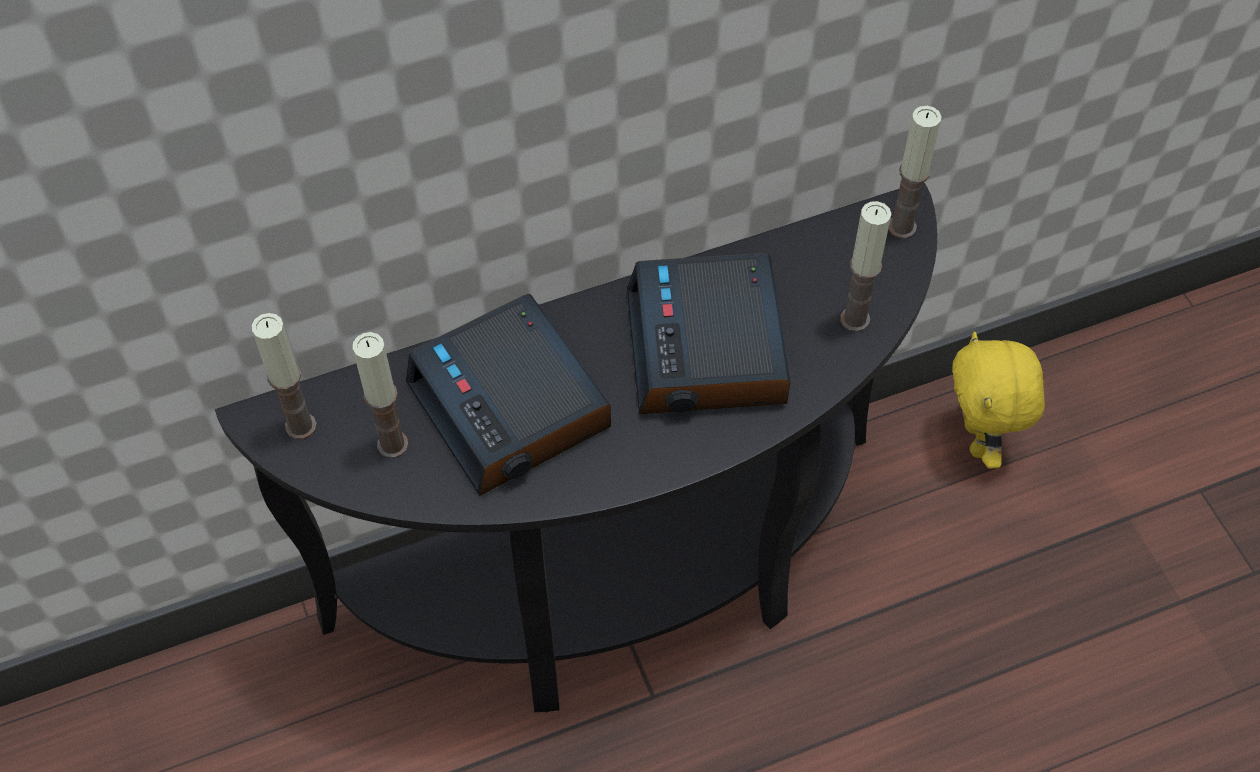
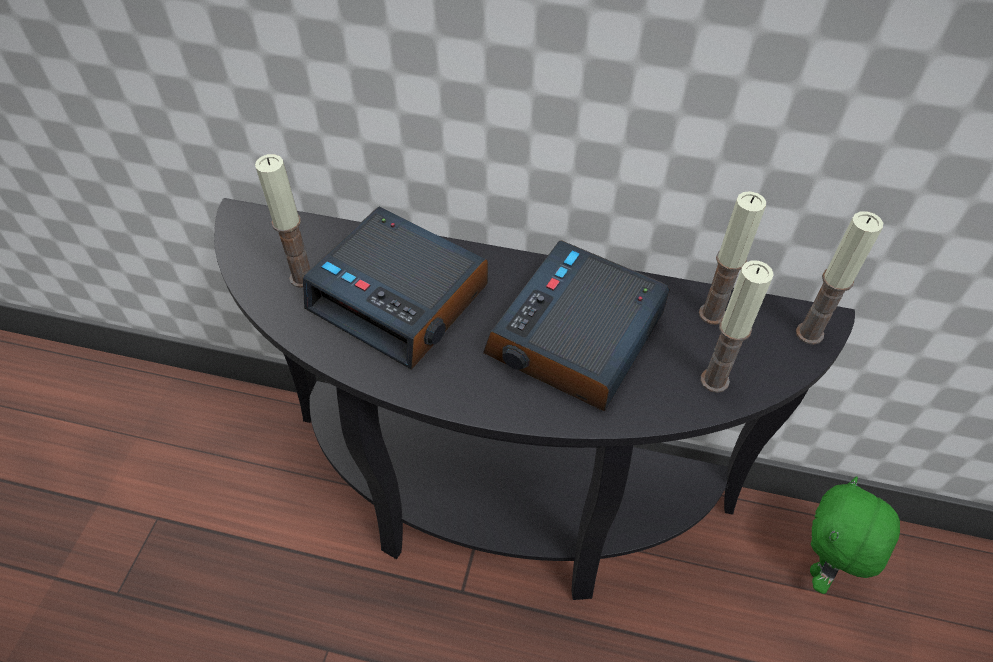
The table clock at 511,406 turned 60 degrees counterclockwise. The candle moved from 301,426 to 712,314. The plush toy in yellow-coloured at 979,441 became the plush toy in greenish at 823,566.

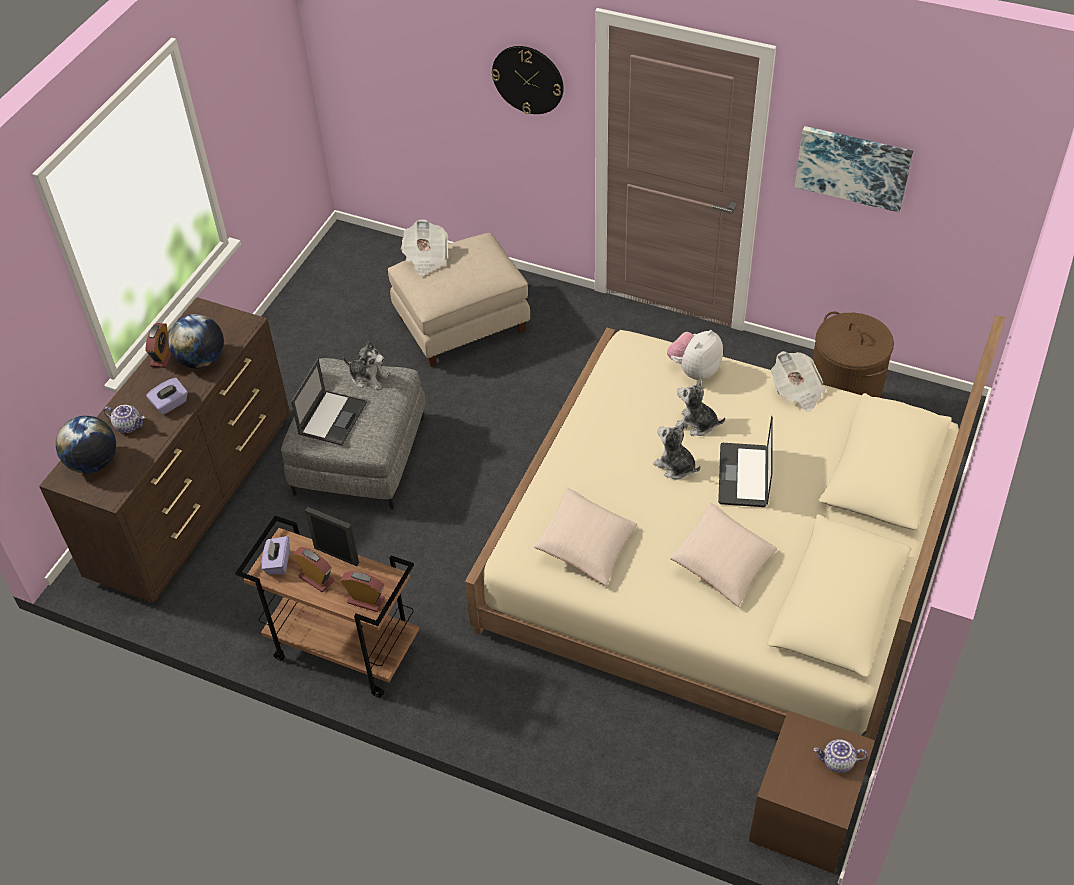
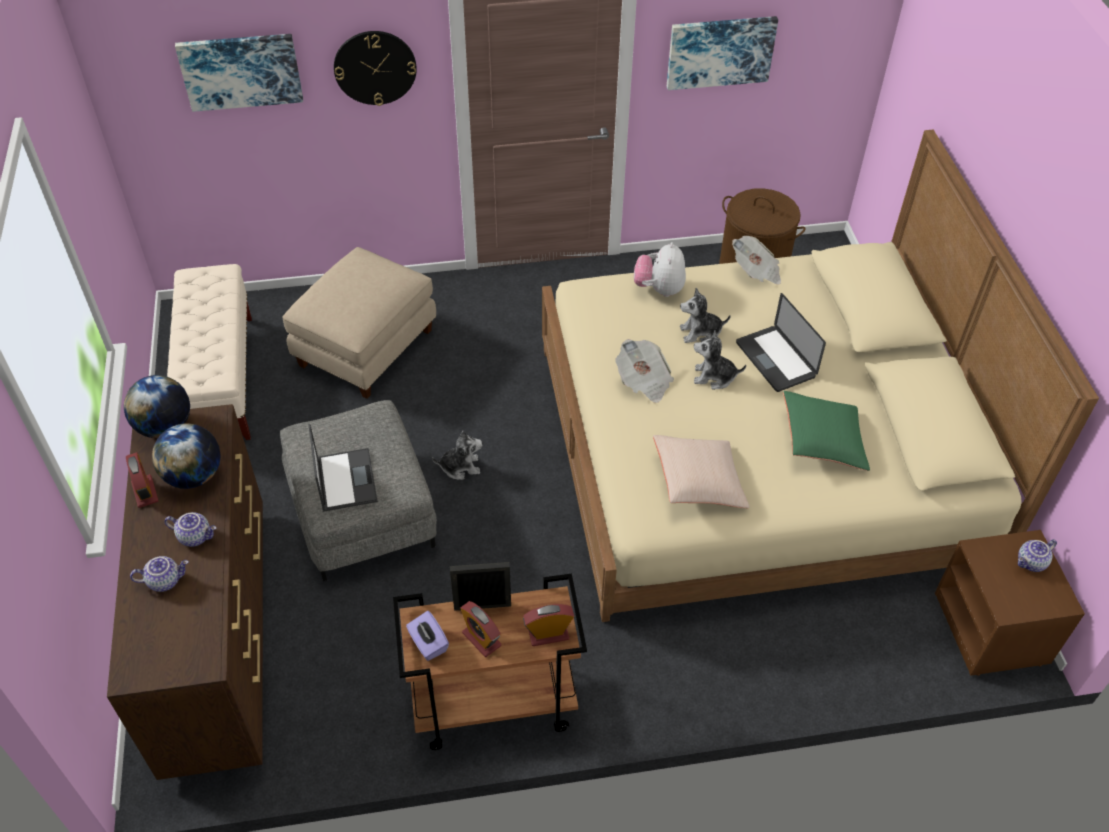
The desk globe moved from 93,463 to 165,427. The box of tissues in purplish at 170,404 was replaced by the tea pot at 195,536. The long seat in beige at 220,380 appeared. The wall art at 241,70 appeared. The plush toy moved from 368,377 to 460,467. The table clock at 316,579 turned 135 degrees counterclockwise. The daily paper moved from 426,258 to 644,381. The throw pillow in beige at 722,563 became the throw pillow in greenish at 822,441.

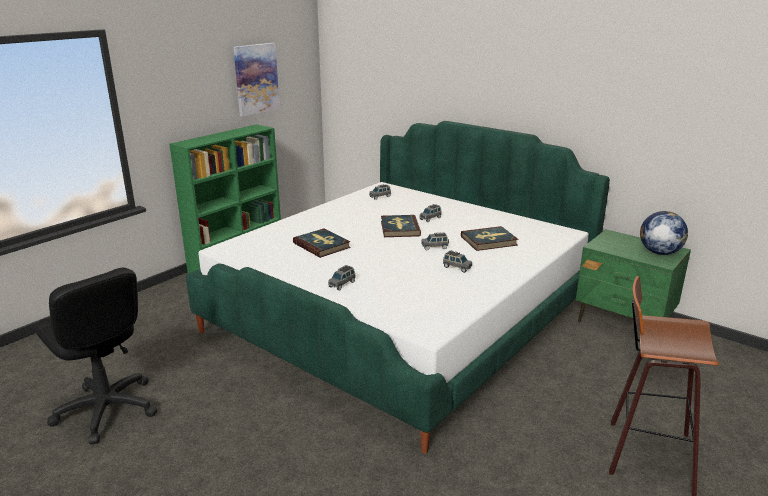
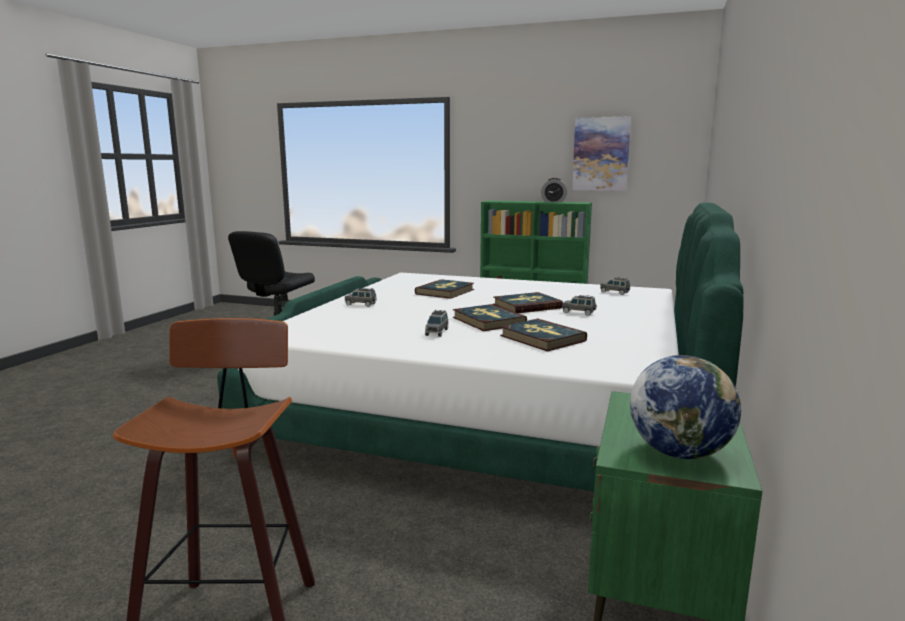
The model car in gray at 435,247 was replaced by the bound book at 488,321. The table clock at 553,202 appeared.

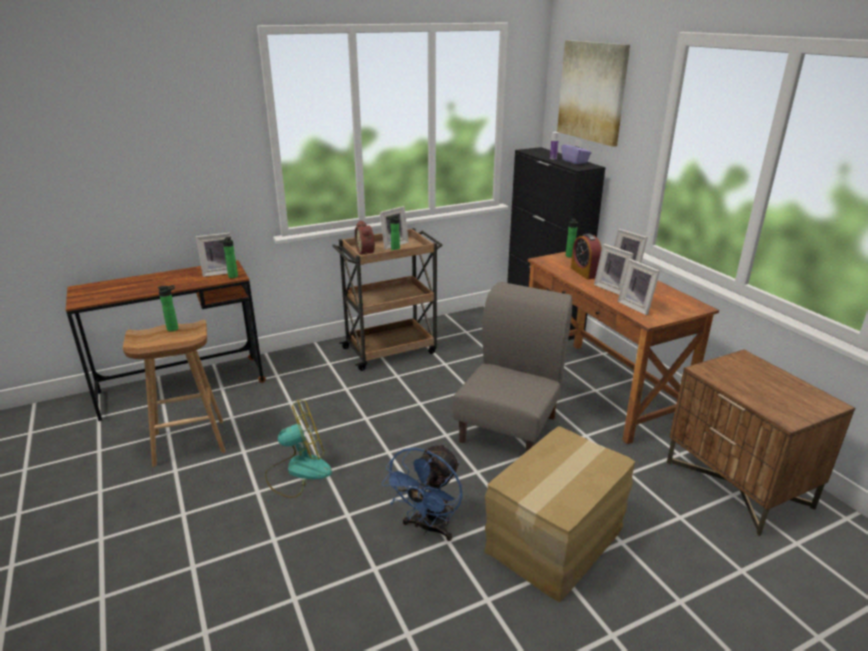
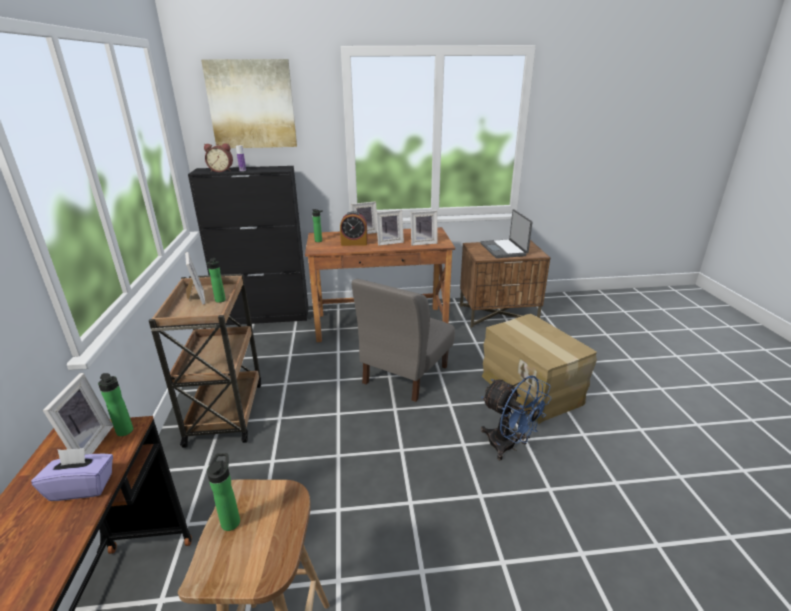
The box of tissues in purplish moved from 575,161 to 82,487. The table clock moved from 367,252 to 221,170. The upright chair in gray at 509,428 turned 105 degrees counterclockwise. The notebook computer at 504,249 appeared. The fan at 298,471 disappeared.

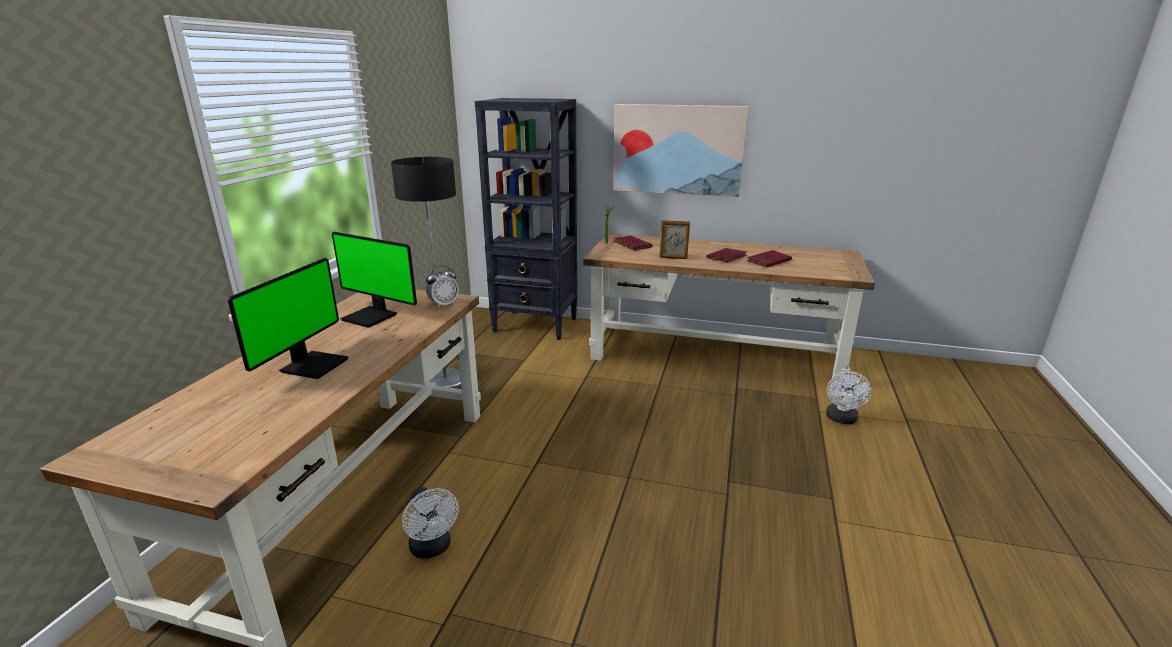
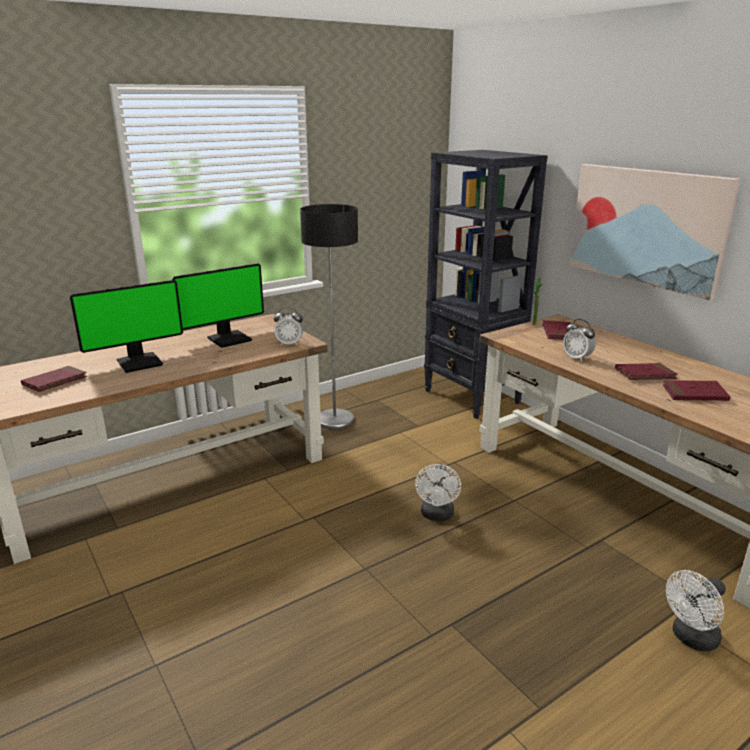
The bound book in reddish at 55,381 appeared. The computer screen at 372,317 turned 105 degrees counterclockwise. The fan in whitish moved from 432,548 to 437,515. The standing frame at 673,258 was replaced by the table clock at 577,358.

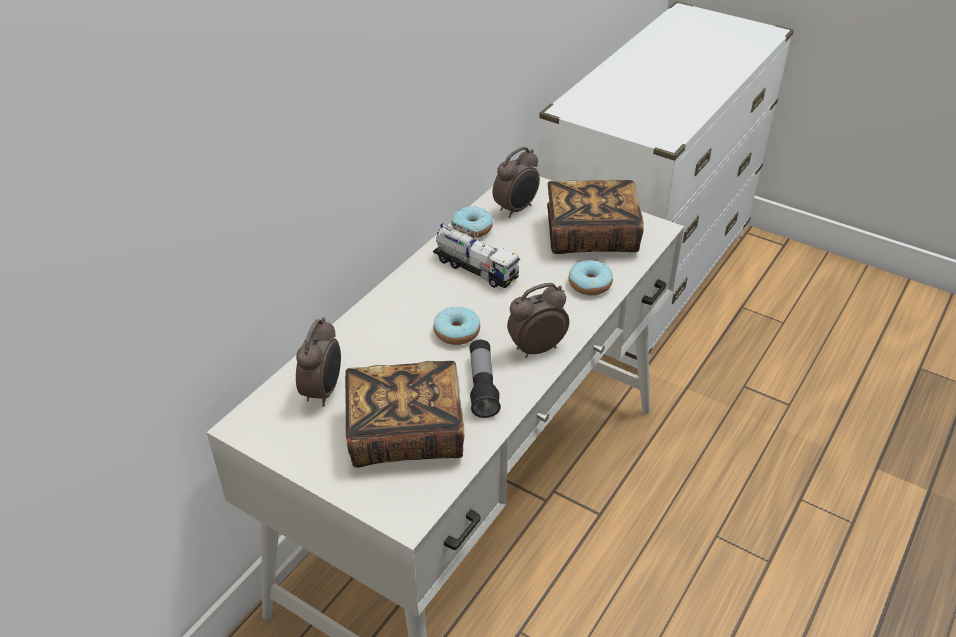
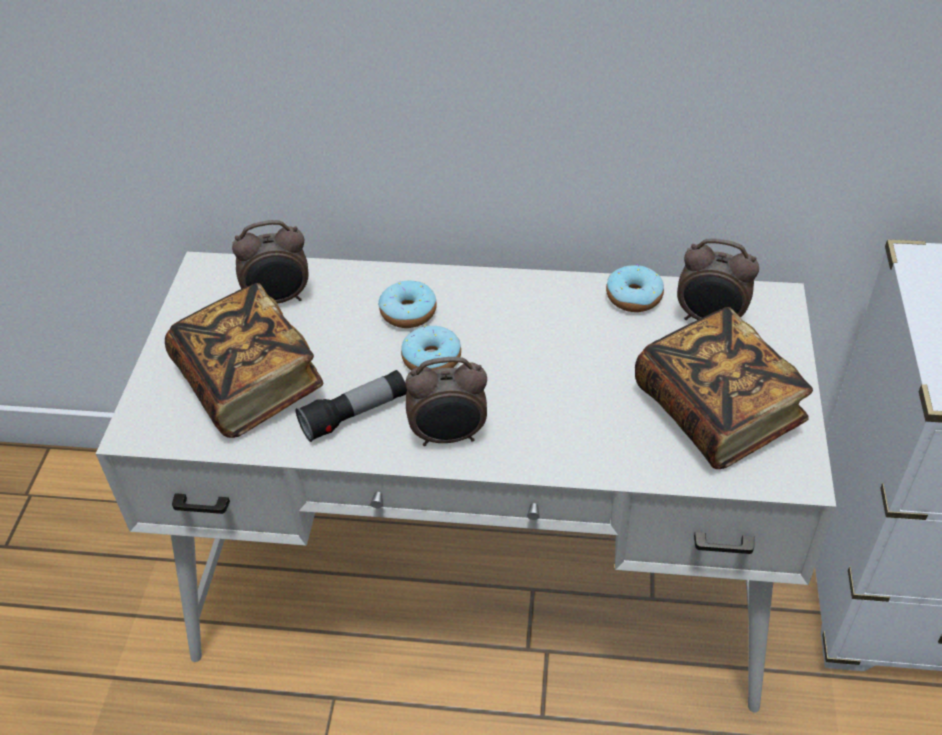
The doughnut moved from 590,284 to 408,312. The table clock at 535,348 turned 135 degrees clockwise. The toy lorry at 475,269 disappeared.

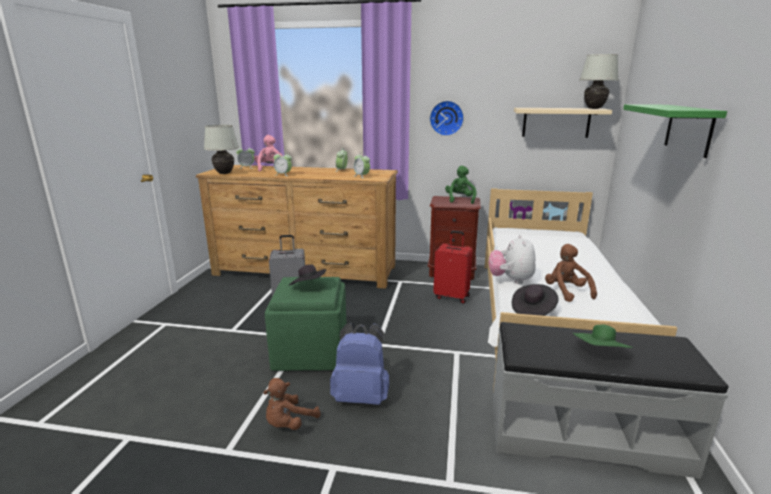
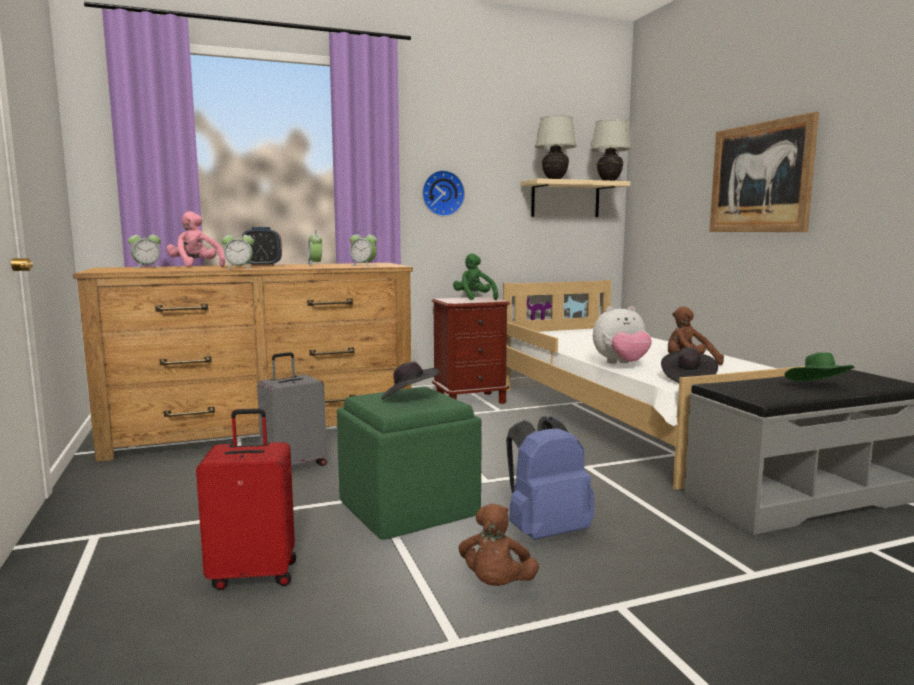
The piece of luggage in reddish moved from 452,296 to 254,574. The table clock at 262,265 appeared. The table lamp in whitish moved from 224,173 to 554,179. The plush toy at 511,280 turned 75 degrees counterclockwise. The bracket shelf in greenish at 688,129 was replaced by the wall art at 760,178.

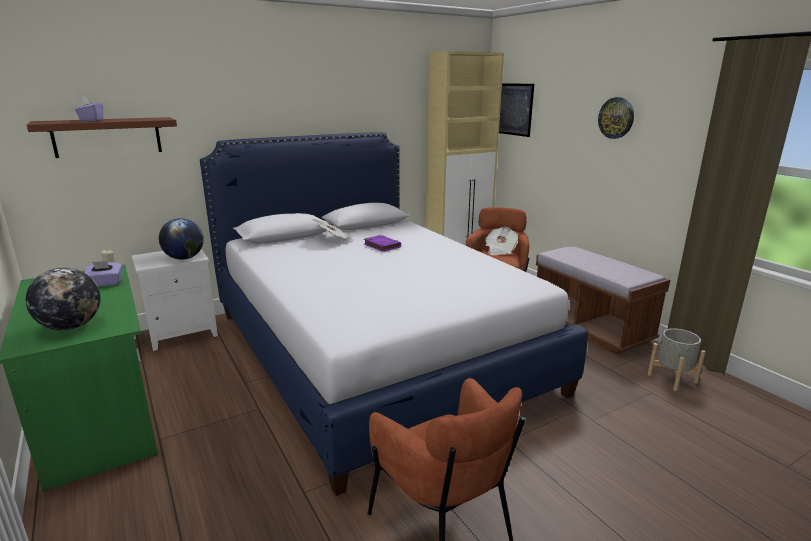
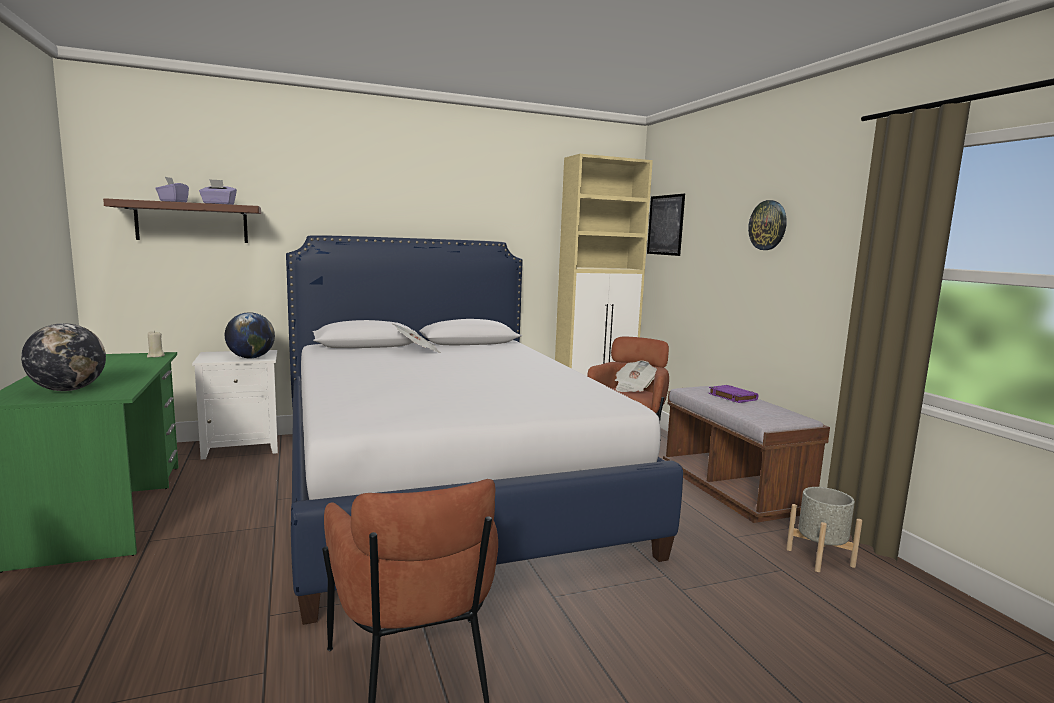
The box of tissues in purplish moved from 105,283 to 218,204. The bound book in purplish moved from 381,246 to 732,397.

